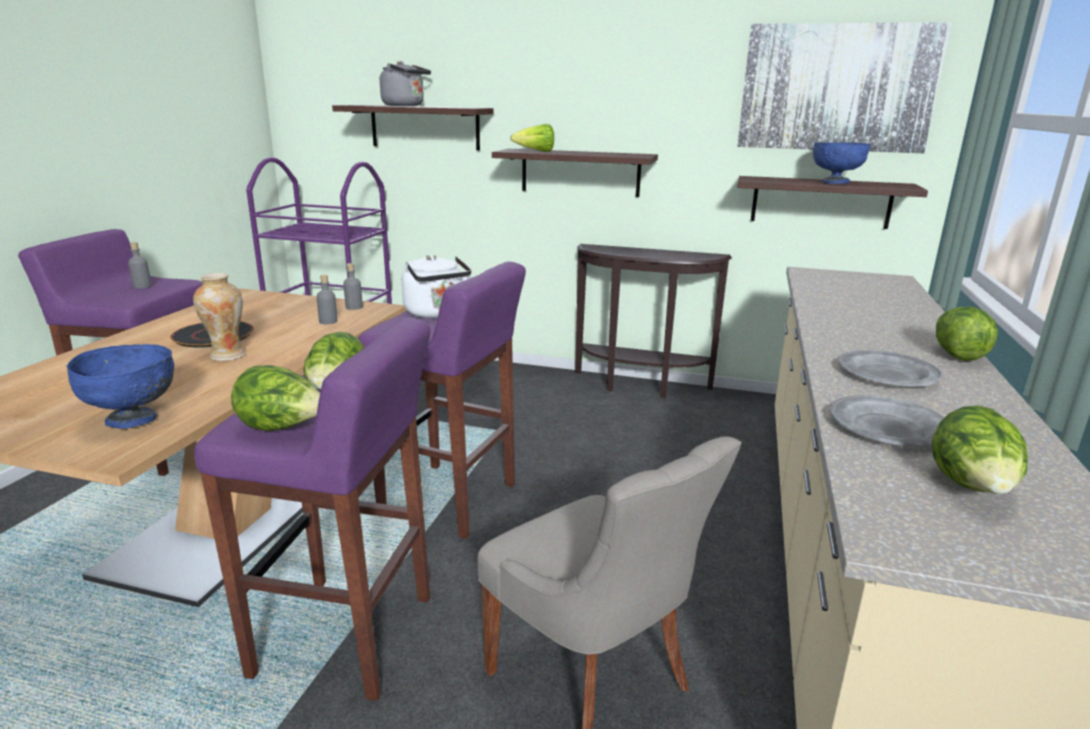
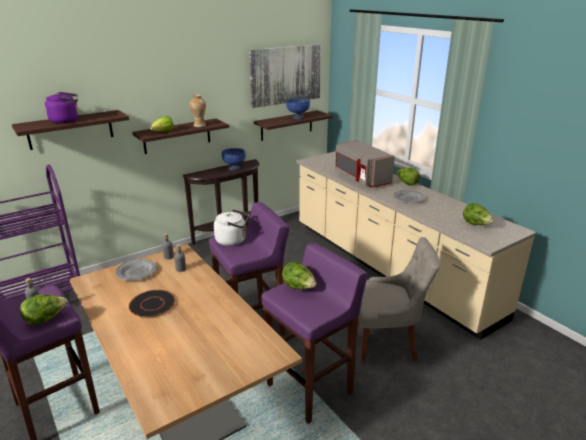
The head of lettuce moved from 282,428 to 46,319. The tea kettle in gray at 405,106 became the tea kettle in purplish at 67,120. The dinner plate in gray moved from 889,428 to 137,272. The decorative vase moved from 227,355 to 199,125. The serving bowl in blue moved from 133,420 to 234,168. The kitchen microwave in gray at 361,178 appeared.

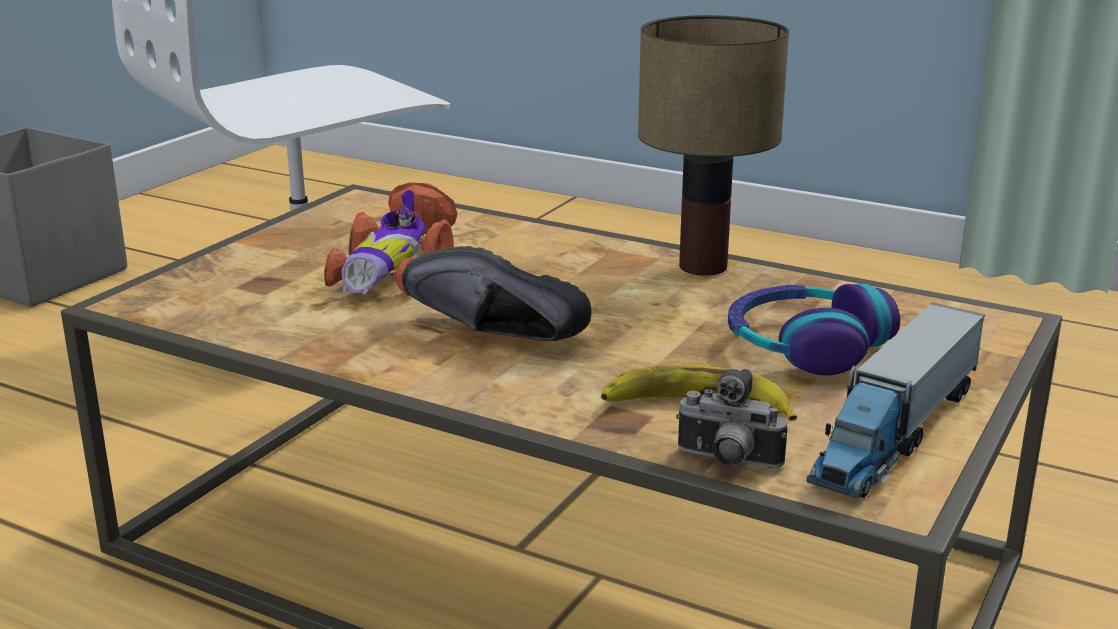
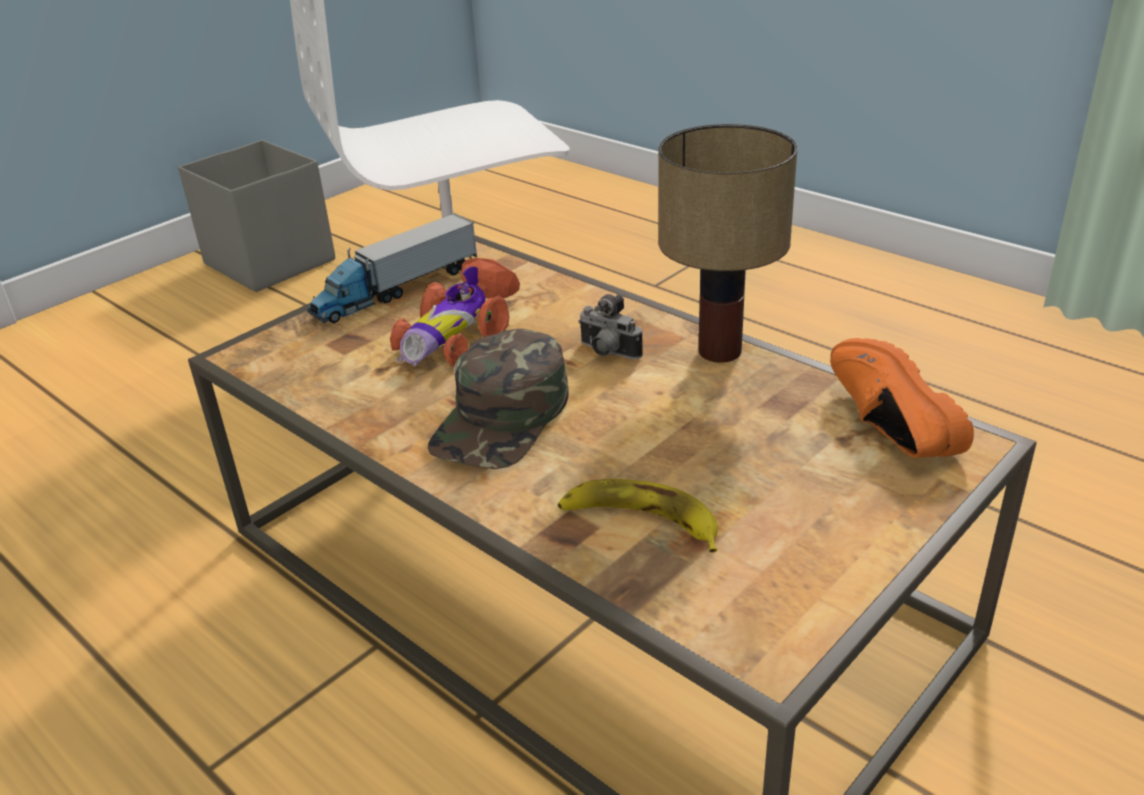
The toy lorry moved from 895,432 to 396,290. The shoe in blackish at 490,335 was replaced by the peaked cap in greenish at 503,418. The still camera moved from 727,462 to 607,353. The shoe in orangey at 881,427 appeared. The headset at 806,347 disappeared.

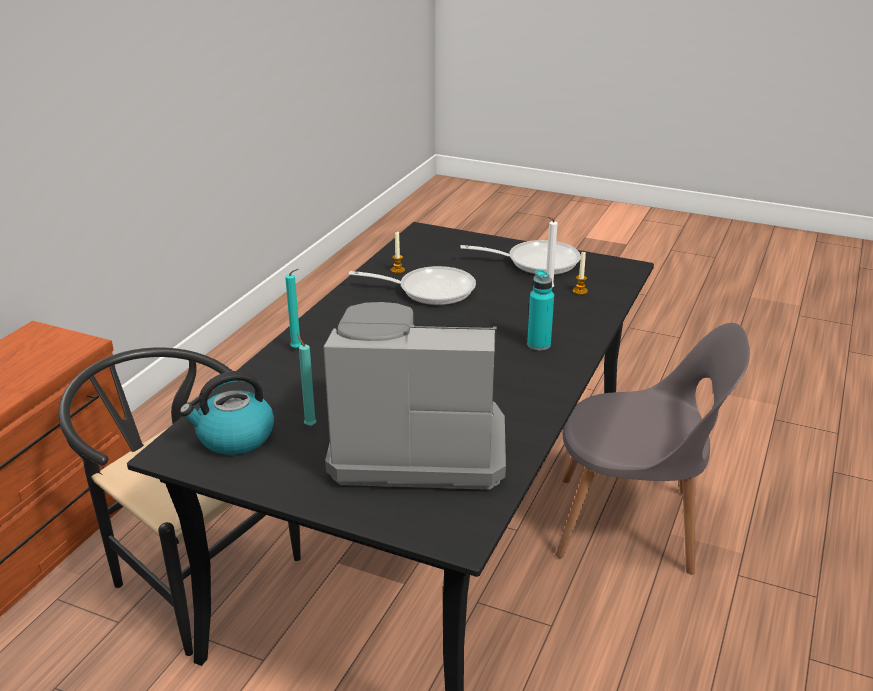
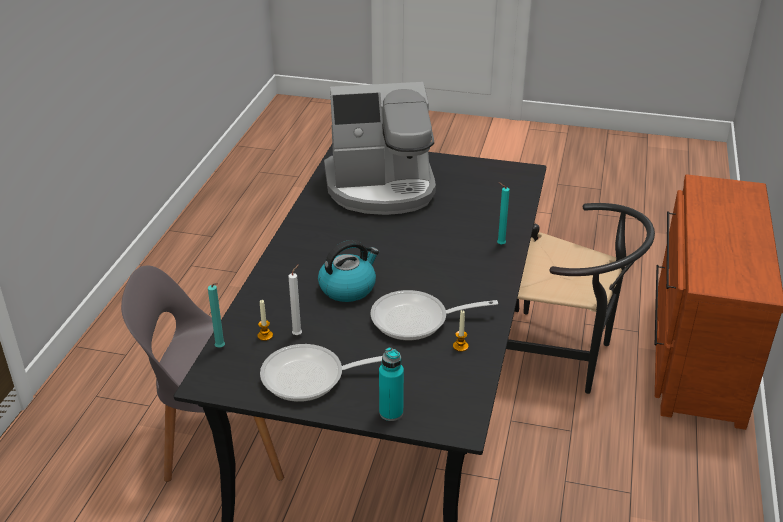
The candle in blue-green moved from 309,425 to 221,348. The tea kettle moved from 234,437 to 348,287. The beverage bottle in blue-green moved from 538,345 to 391,412.

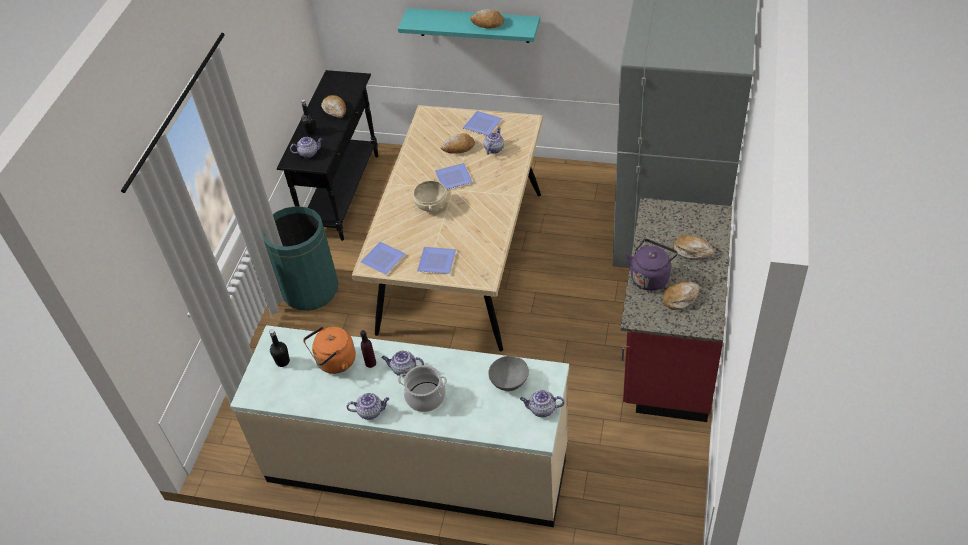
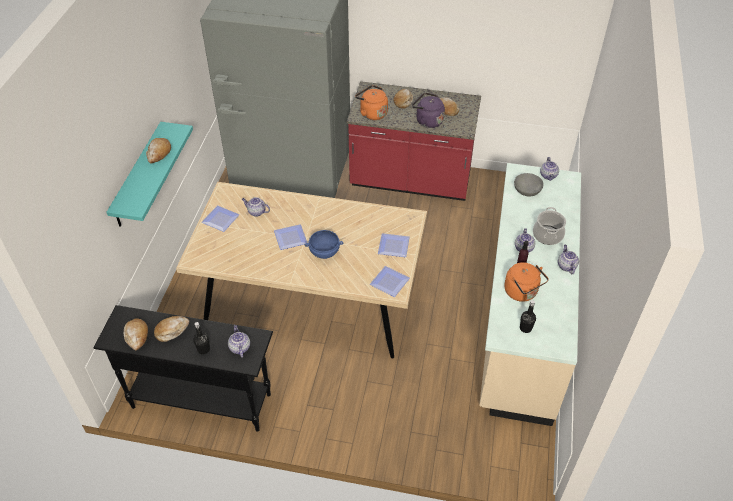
The baked bread moved from 459,147 to 137,336. The serving bowl in beige at 432,205 became the serving bowl in blue at 324,252. The tea kettle in orangey at 372,113 appeared. The rubbish bin in greenish at 310,290 disappeared.

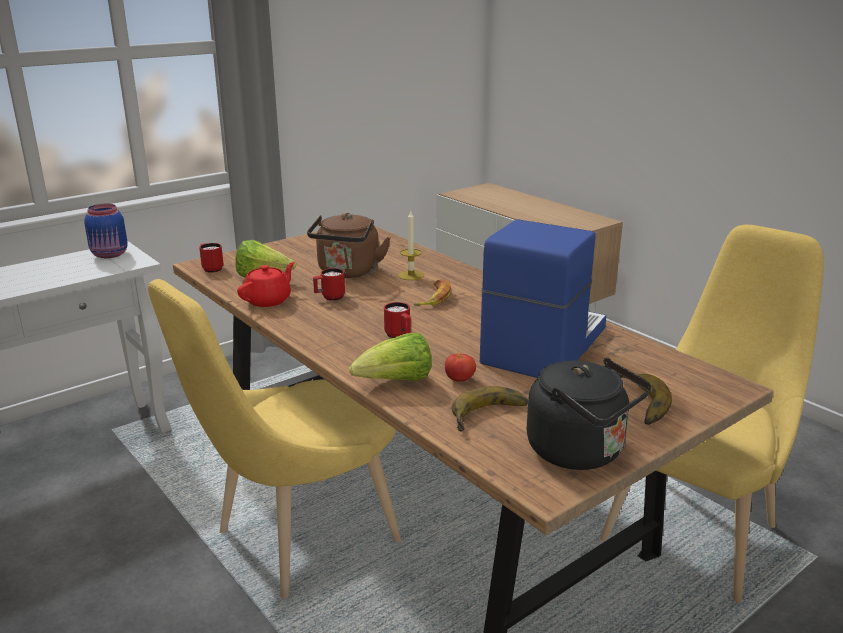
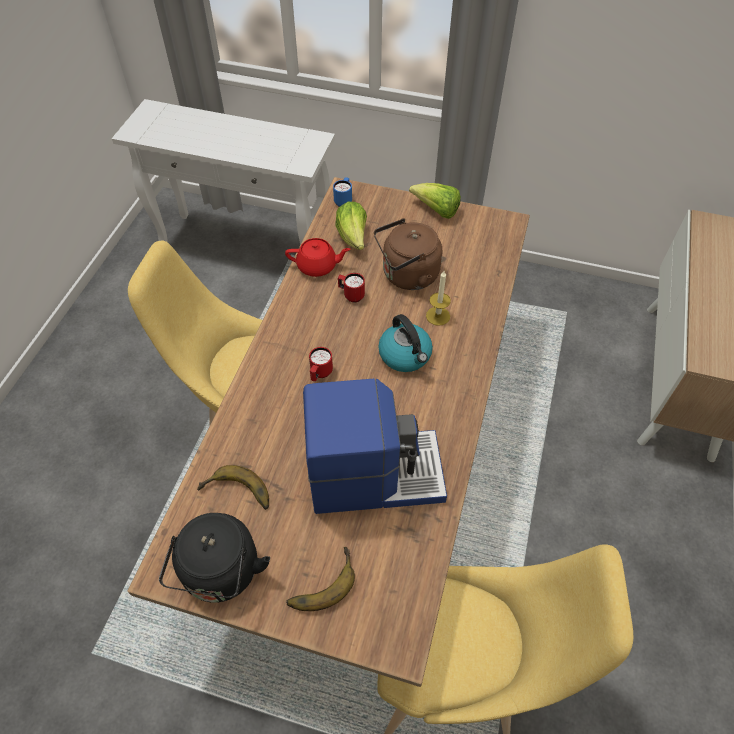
The coffee mug in reddish at 211,268 became the coffee mug in blue at 344,200. The whole banana at 433,298 was replaced by the tea kettle at 405,355. The head of lettuce moved from 396,382 to 436,210. The jar in blue at 110,254 disappeared. The whole tomato at 460,380 disappeared.

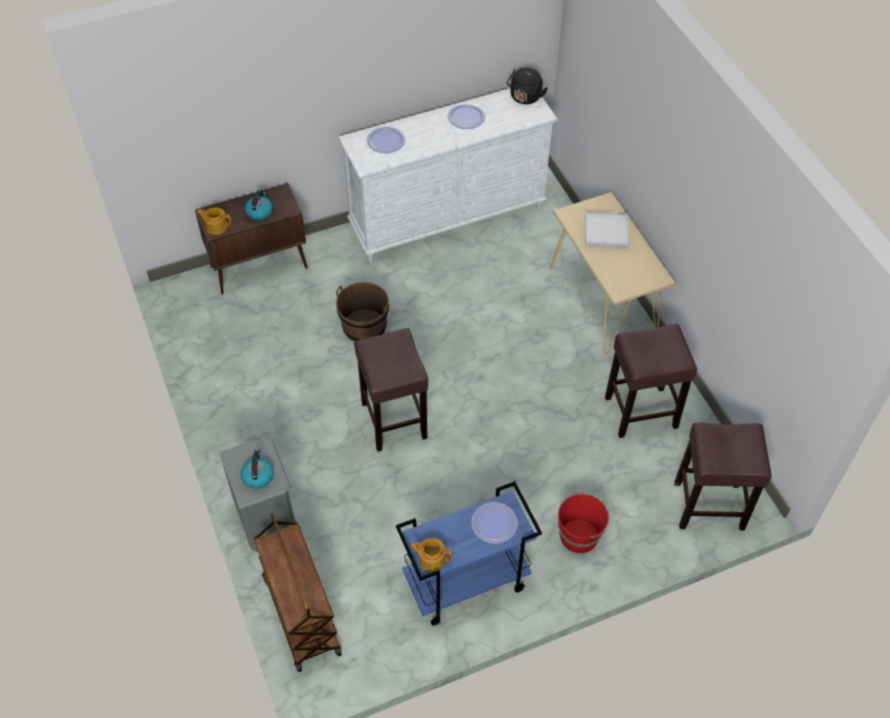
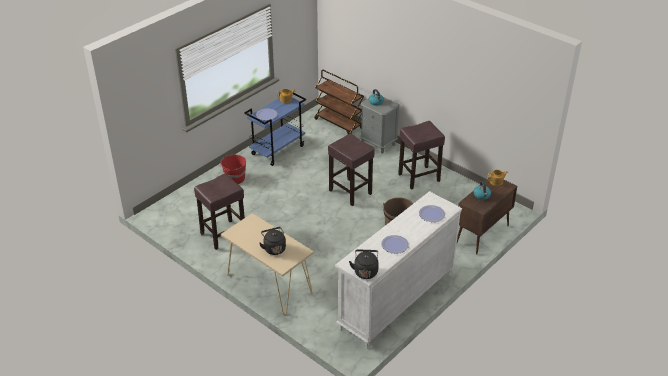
The serving tray in whitish at 606,232 was replaced by the tea kettle in blackish at 274,248. The sitting stool in brown moved from 710,505 to 418,178.

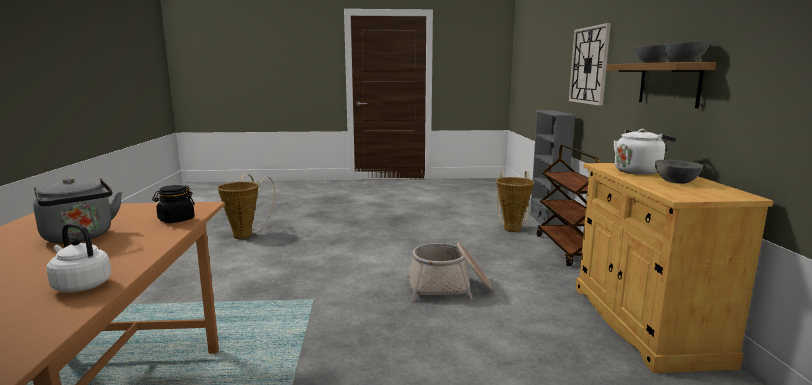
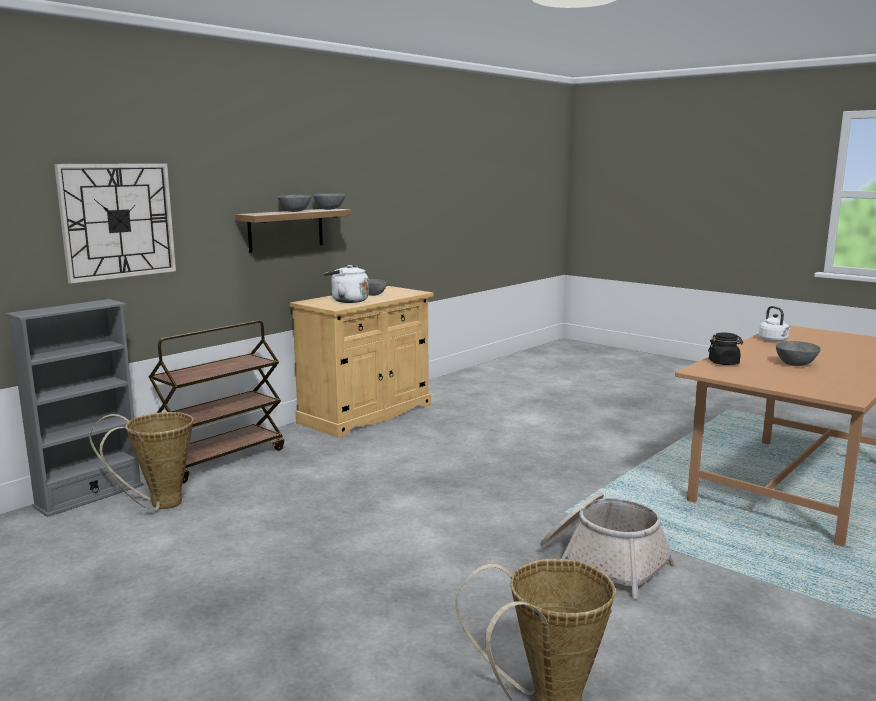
The storage basket moved from 448,288 to 602,561. The tea kettle in gray at 80,237 was replaced by the serving bowl in gray at 796,364.

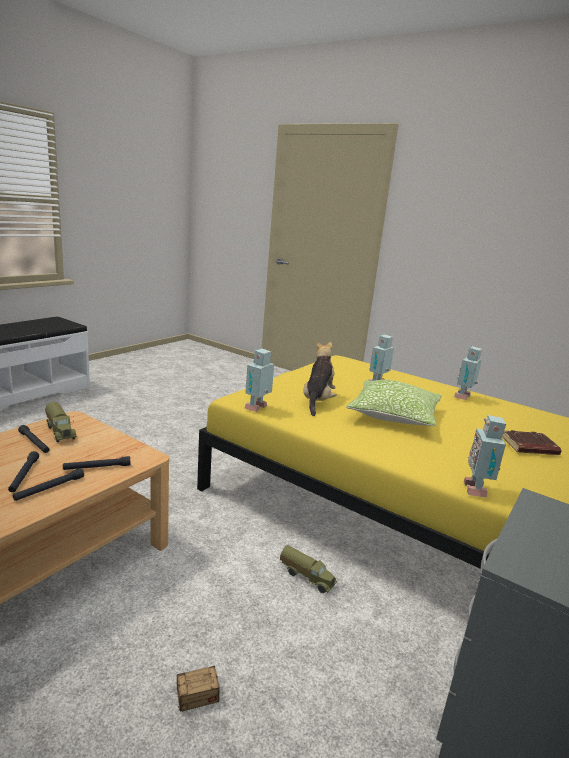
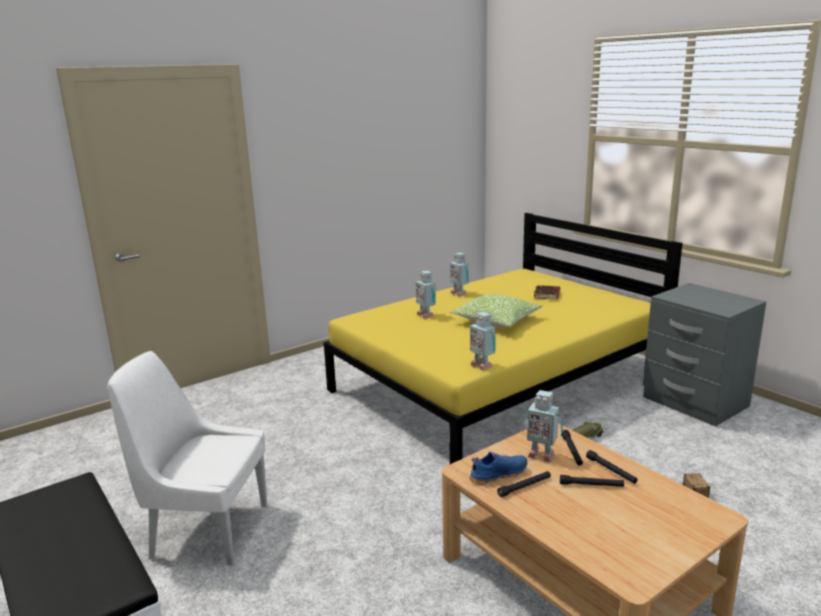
The upright chair in whitish at 206,529 appeared. The toy lorry at 61,431 was replaced by the shoe in blue at 497,474. The model robot moved from 477,489 to 541,455. The plush toy at 317,401 disappeared.

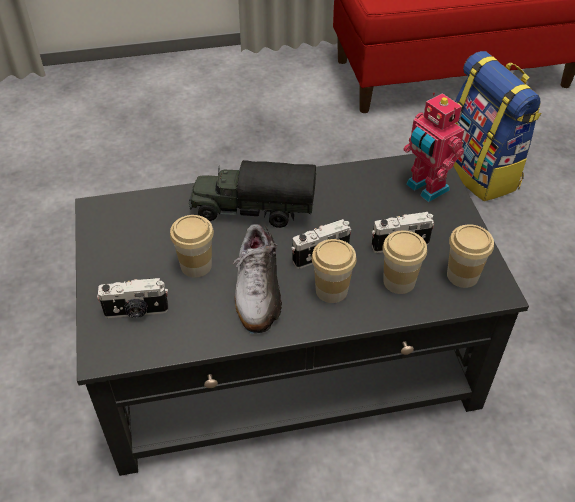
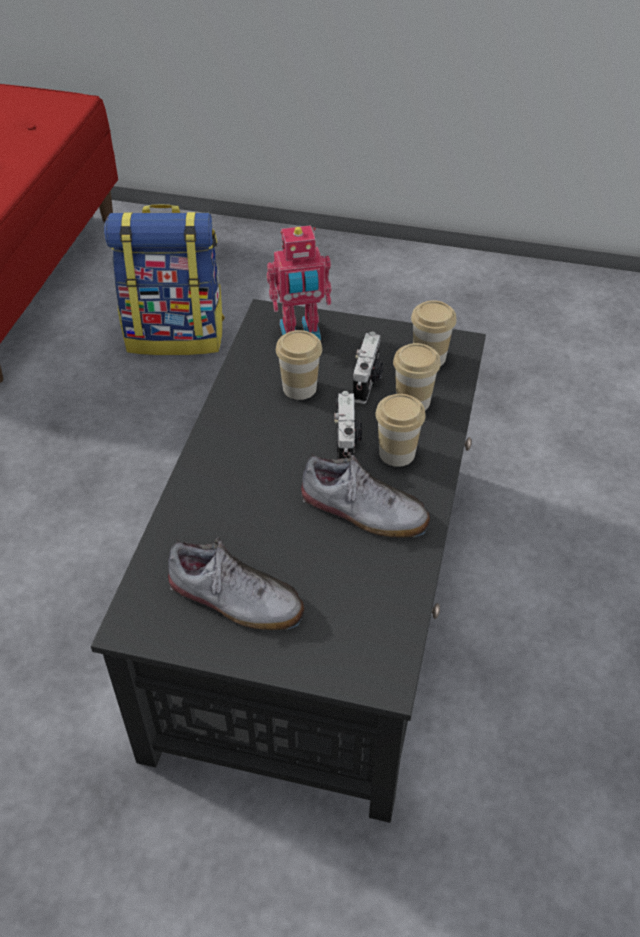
The shoe at 235,598 appeared. The drinking cup moved from 196,265 to 299,388. The still camera at 136,312 disappeared. The toy lorry at 252,210 disappeared.

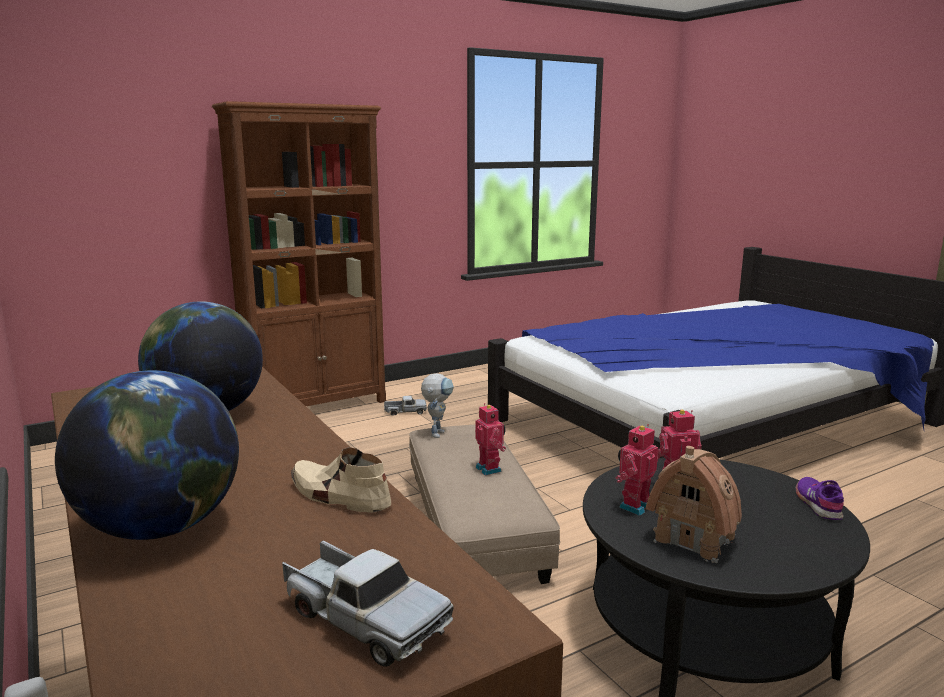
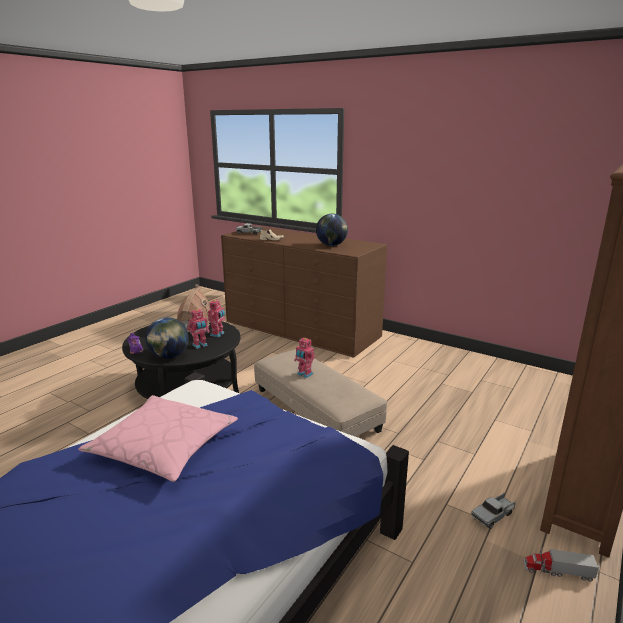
The throw pillow in pink-coloured at 163,447 appeared. The desk globe moved from 162,527 to 169,356. The toy lorry at 557,571 appeared. The model robot at 437,432 disappeared.

